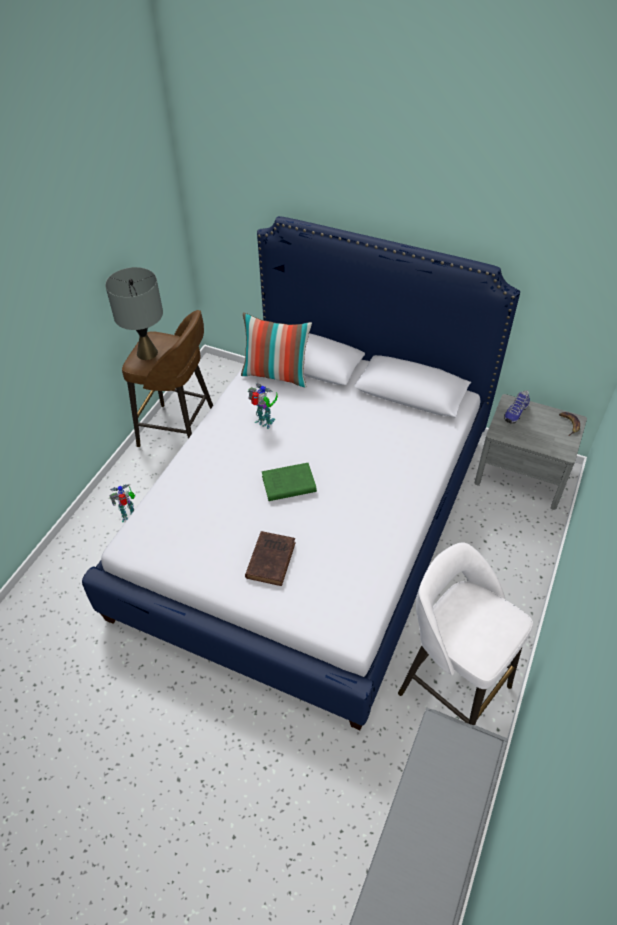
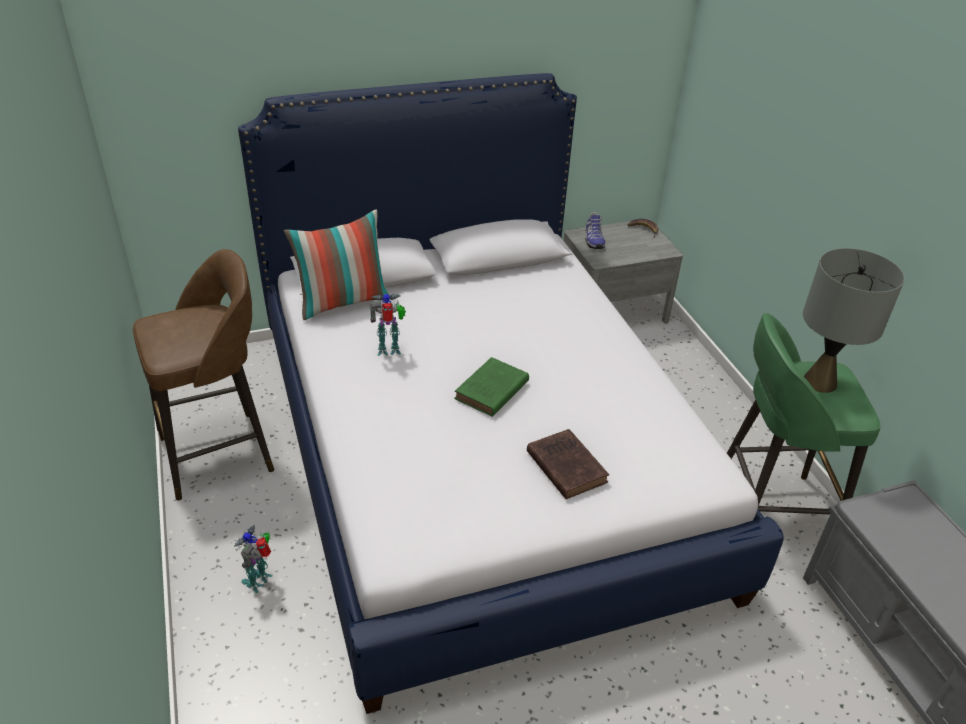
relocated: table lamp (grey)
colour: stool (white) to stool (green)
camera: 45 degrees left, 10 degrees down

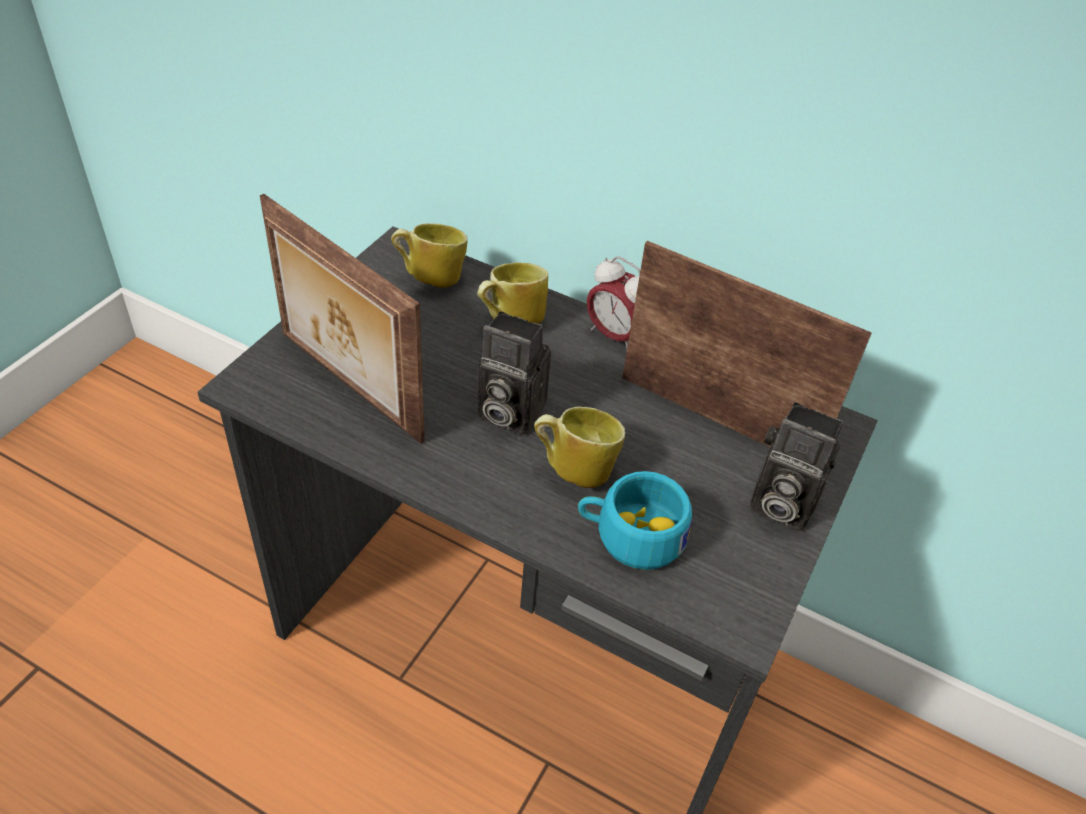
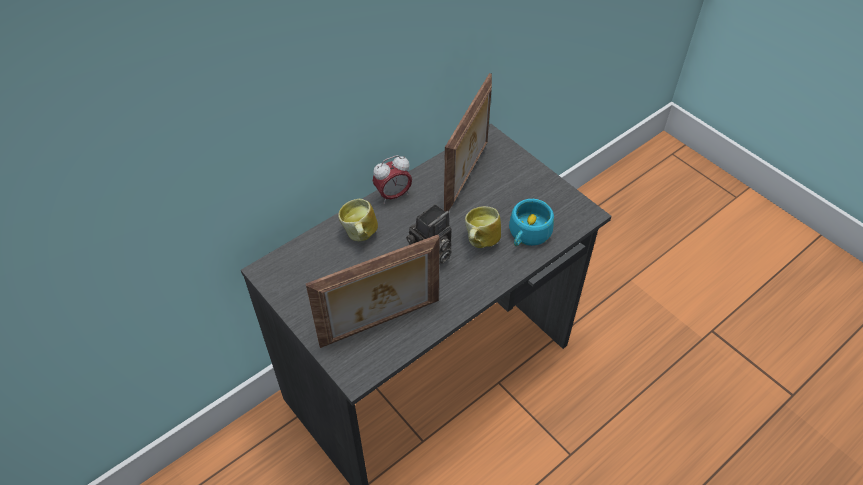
missing: mug (no. 1 from left); photo camera (no. 2 from left)
spun: picture frame (no. 2 from left) 150 degrees clockwise
camera: 65 degrees left, 5 degrees up

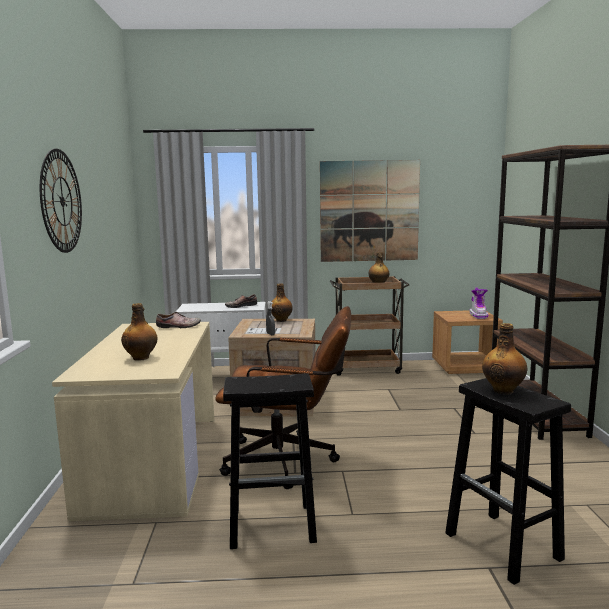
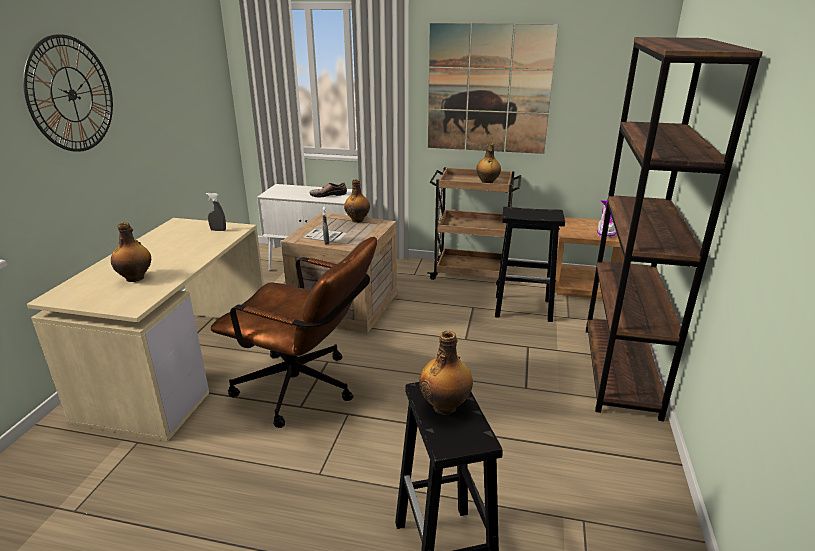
relocated: stool (black) (no. 1 from left in the first image) to stool (black) (no. 2 from left)
exchanged: shoe (no. 1 from left) to spray bottle (grey) (no. 1 from left)
camera: 15 degrees right, 15 degrees up

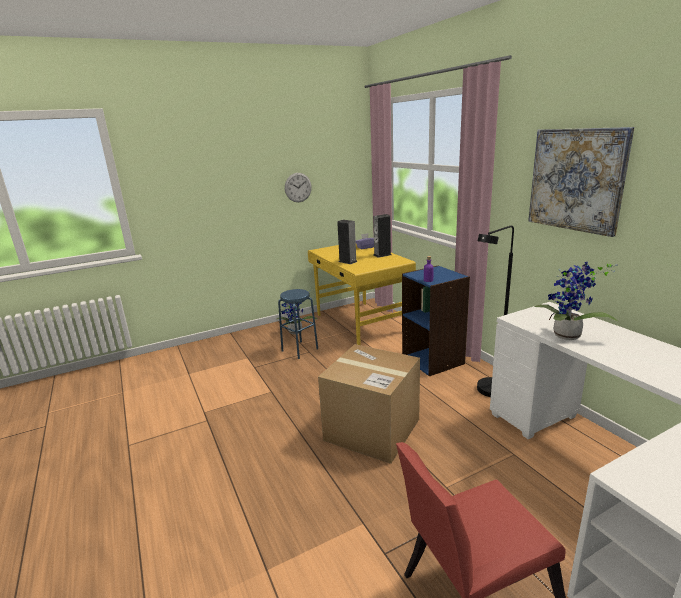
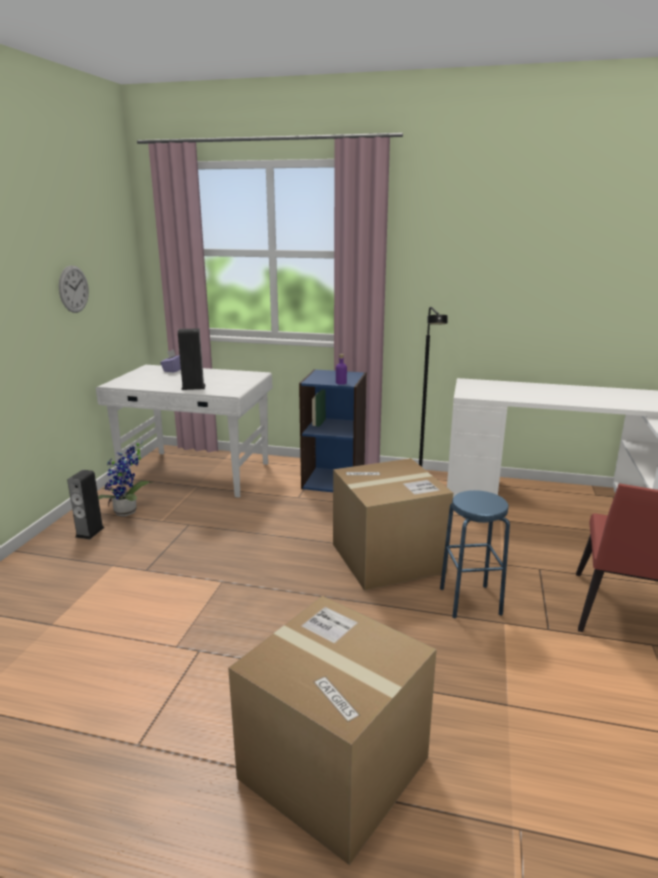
missing: picture; potted plant (no. 2 from left)
appeared: cardboard box (no. 1 from left)
relocated: speaker (no. 2 from left in the first image) to speaker (no. 1 from left); stool (blue)
colour: desk (yellow) to desk (white) (no. 1 from left)
camera: 50 degrees left, 0 degrees up

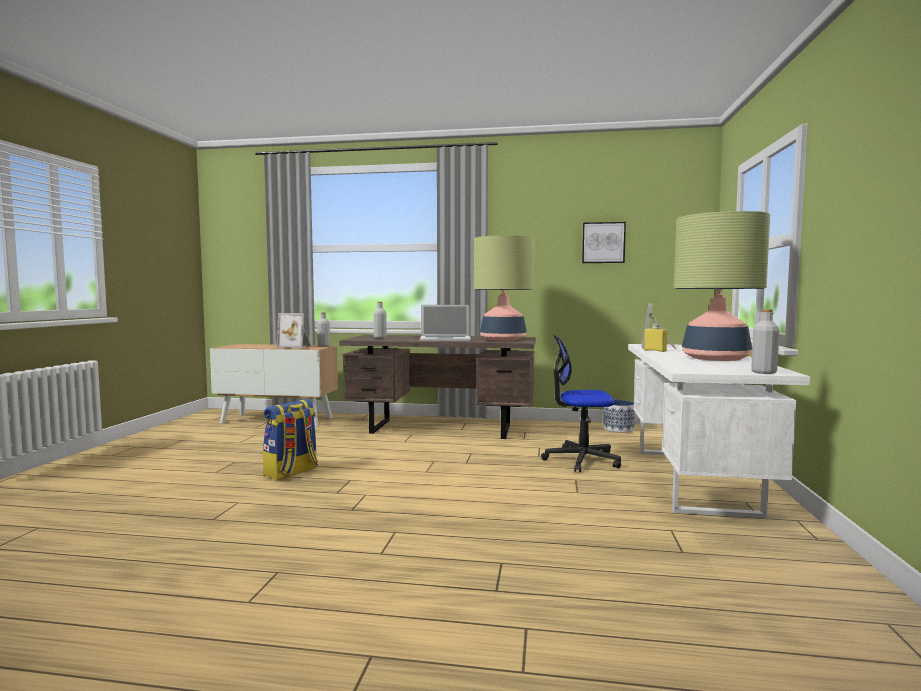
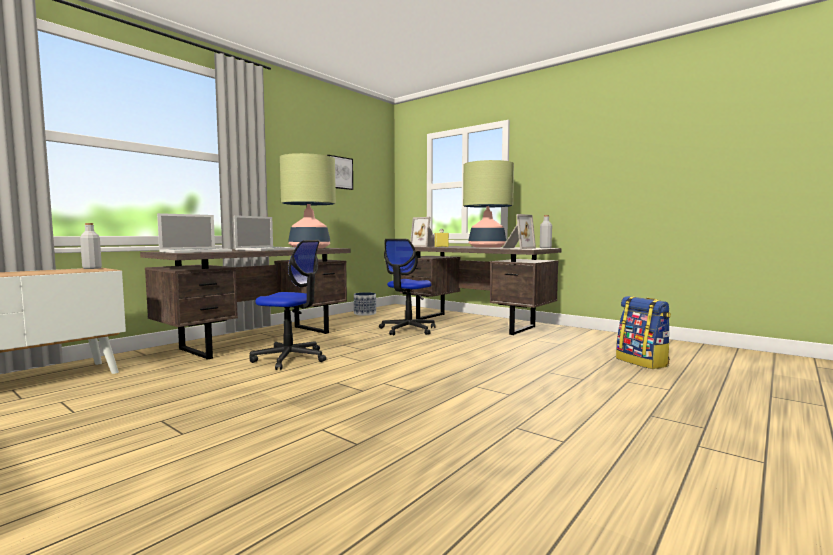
appeared: office chair (no. 1 from left)
relocated: picture frame (no. 1 from left in the first image) to picture frame (no. 2 from left); backpack
exchanged: bottle (grey) (no. 2 from left) to laptop (no. 1 from left)
colour: desk (white) to desk (brown) (no. 2 from left)
camera: 60 degrees left, 0 degrees up

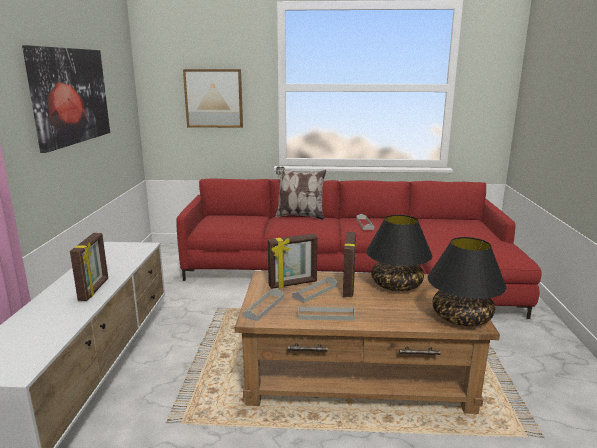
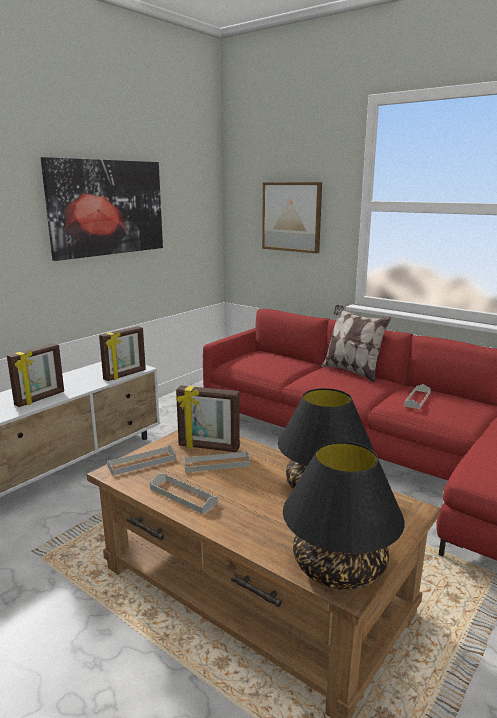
relocated: picture frame (no. 3 from left in the first image) to picture frame (no. 2 from left)
camera: 35 degrees right, 0 degrees up

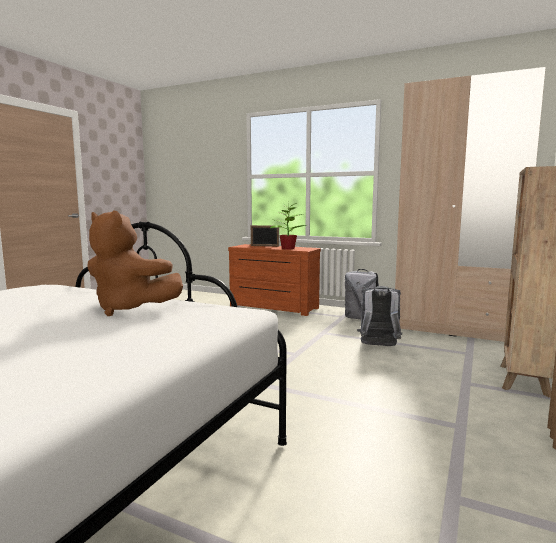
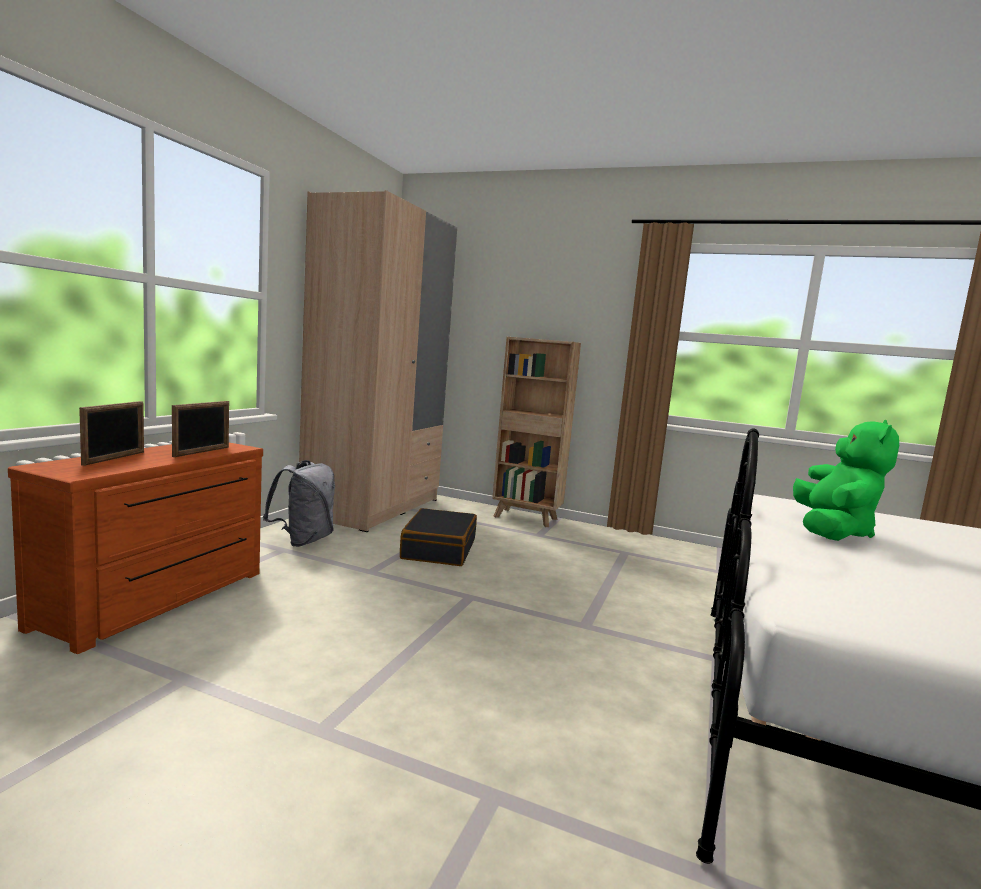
exchanged: potted plant to picture frame (no. 2 from left); backpack (grey) (no. 2 from left) to suitcase (black)
colour: plush toy (brown) to plush toy (green)
camera: 95 degrees left, 0 degrees up

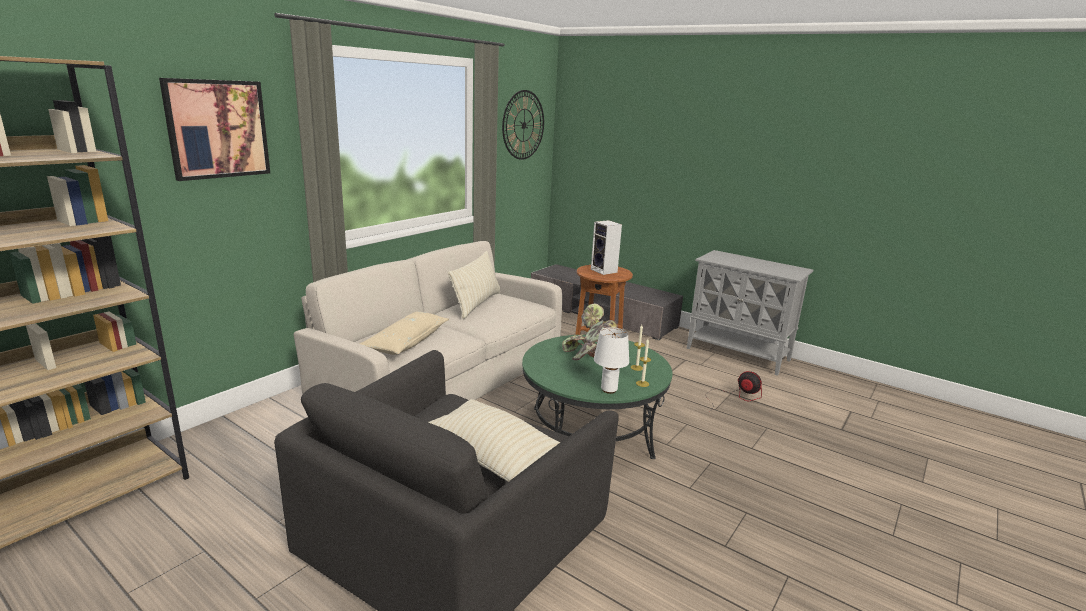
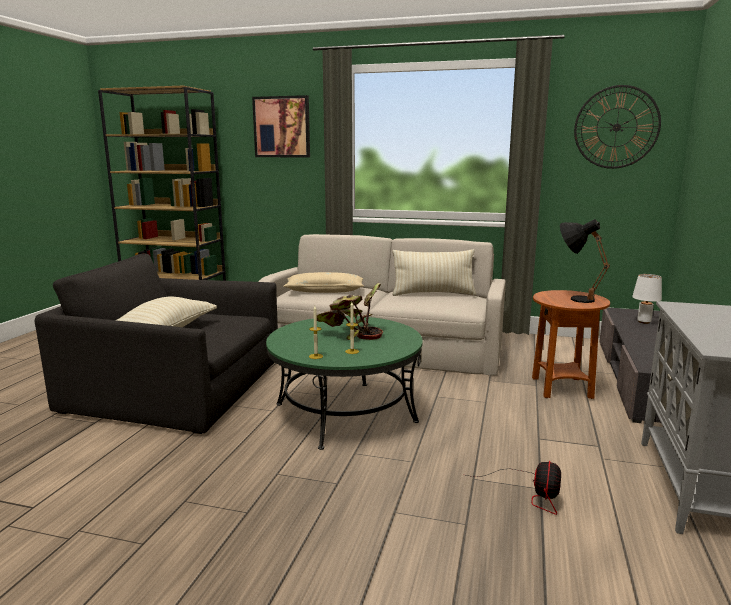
relocated: table lamp (white)
exchanged: speaker to table lamp (black)
camera: 70 degrees right, 5 degrees down

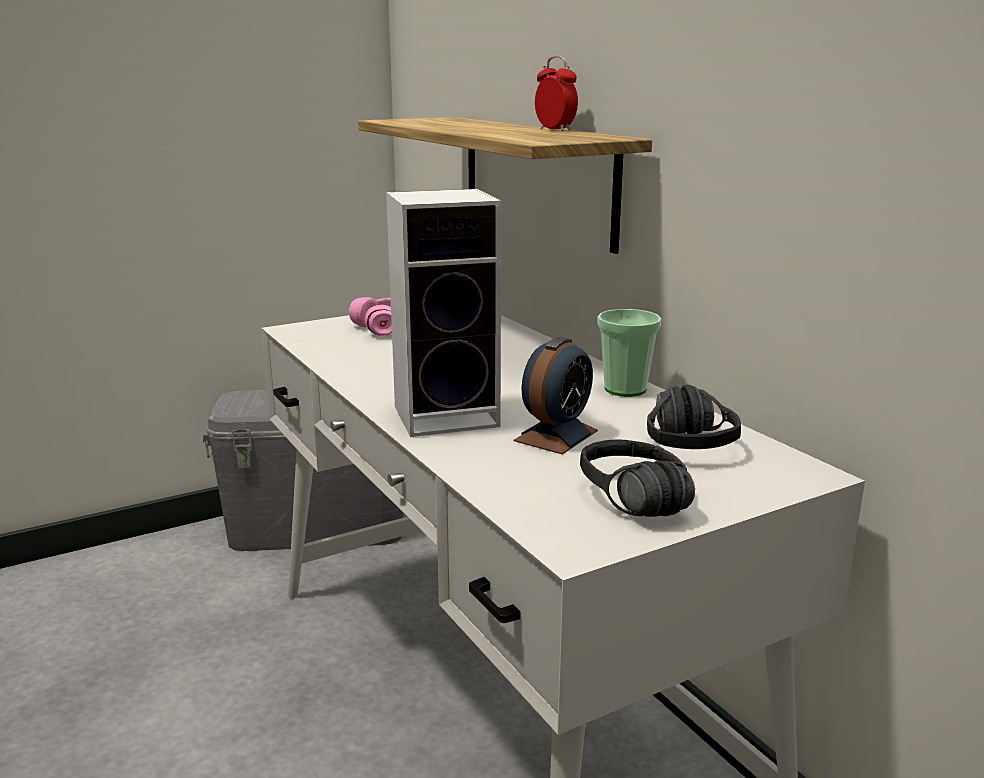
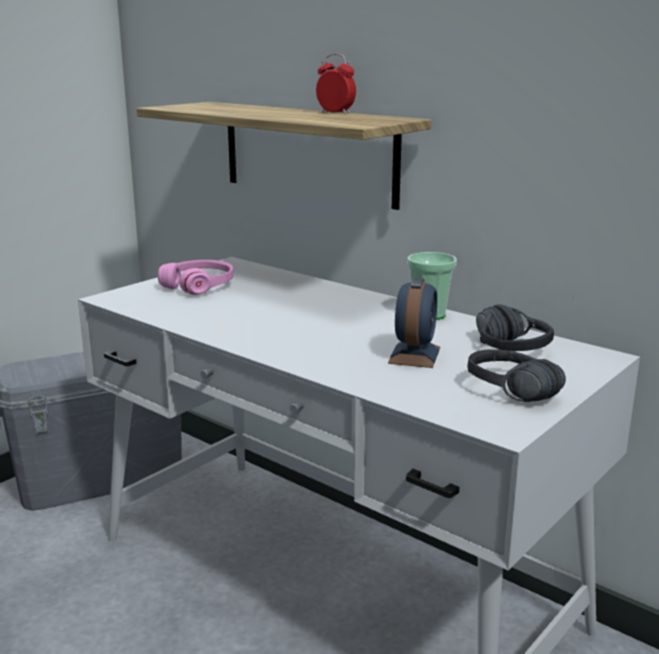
missing: speaker
camera: 20 degrees left, 0 degrees up

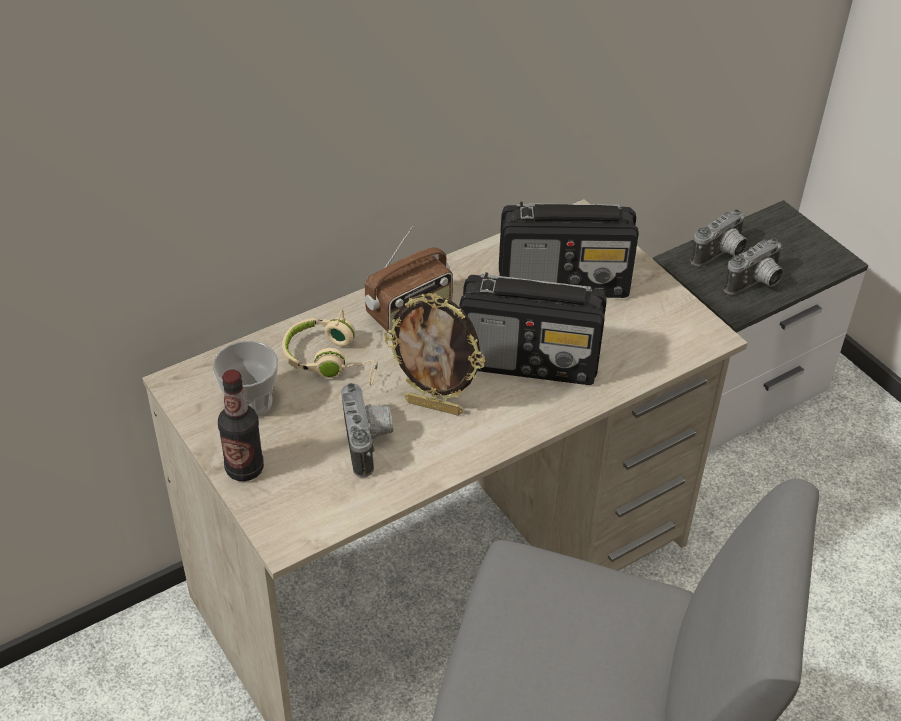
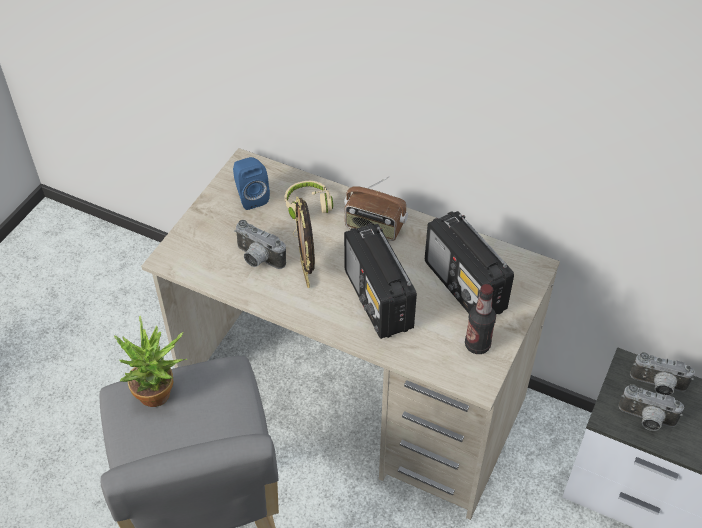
appeared: potted plant
relocated: bottle
exchanged: cup to speaker (blue)
spun: photo camera (no. 1 from left) 75 degrees clockwise
camera: 60 degrees right, 5 degrees up

